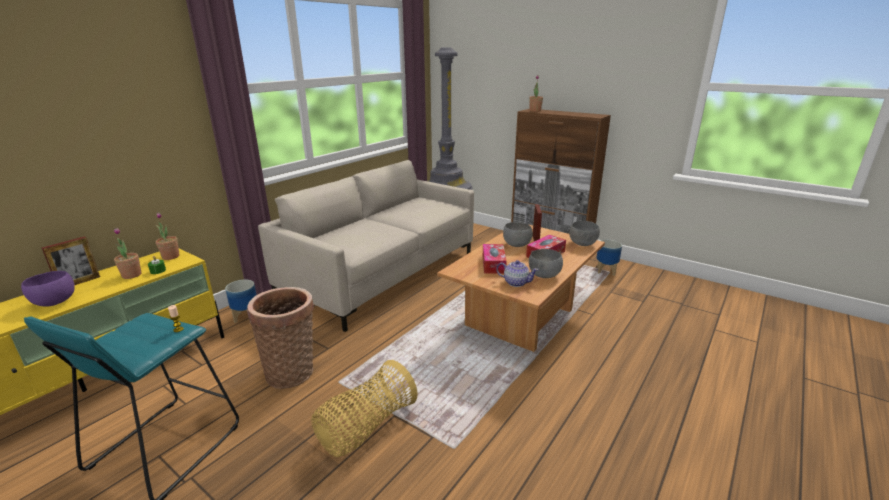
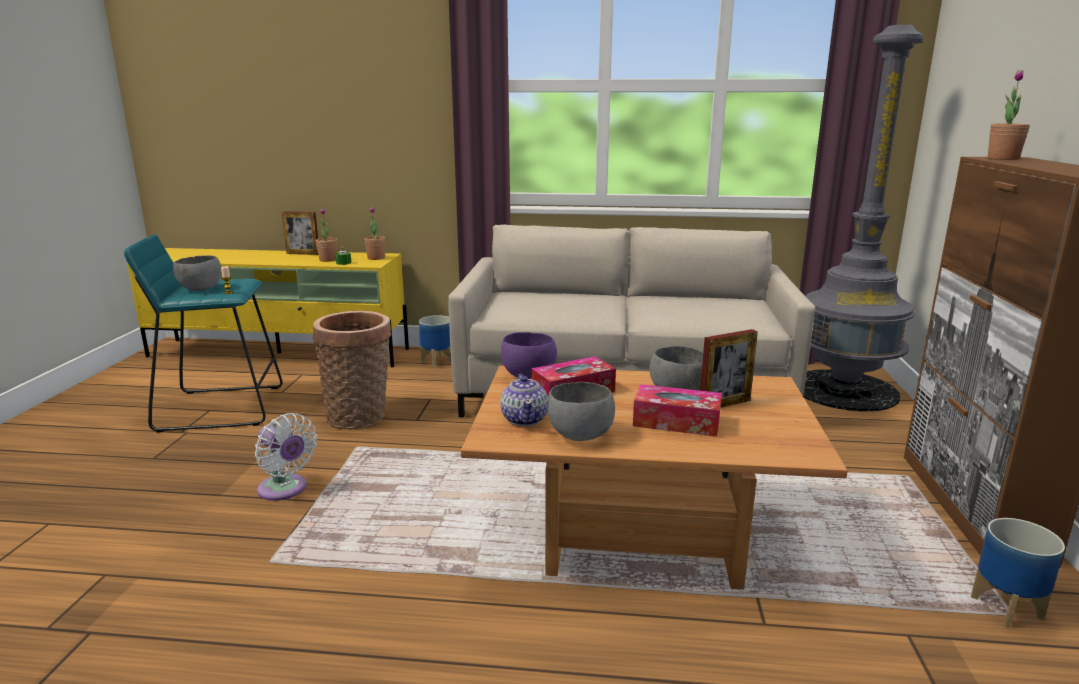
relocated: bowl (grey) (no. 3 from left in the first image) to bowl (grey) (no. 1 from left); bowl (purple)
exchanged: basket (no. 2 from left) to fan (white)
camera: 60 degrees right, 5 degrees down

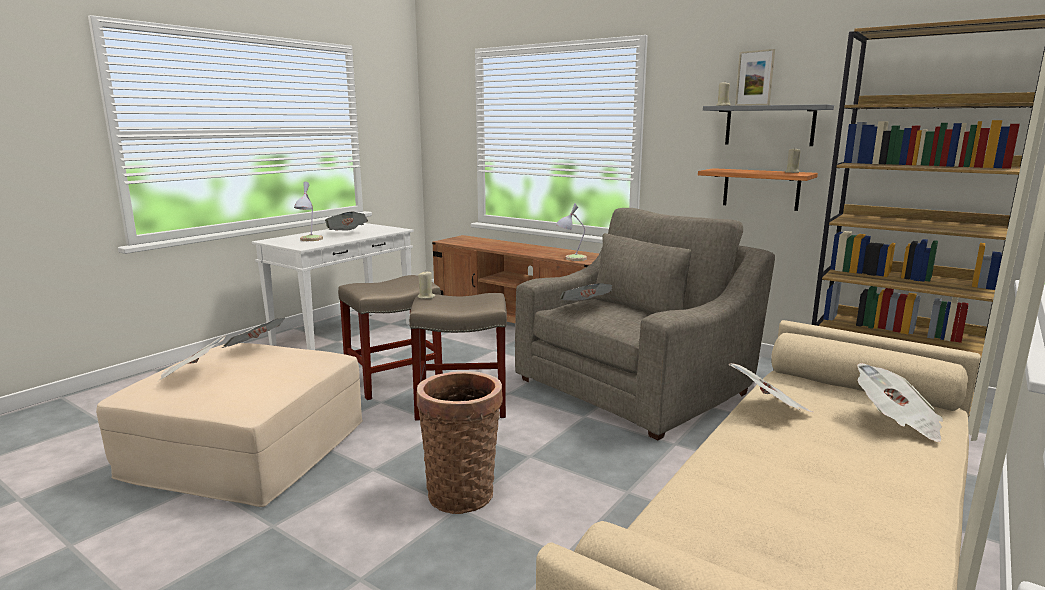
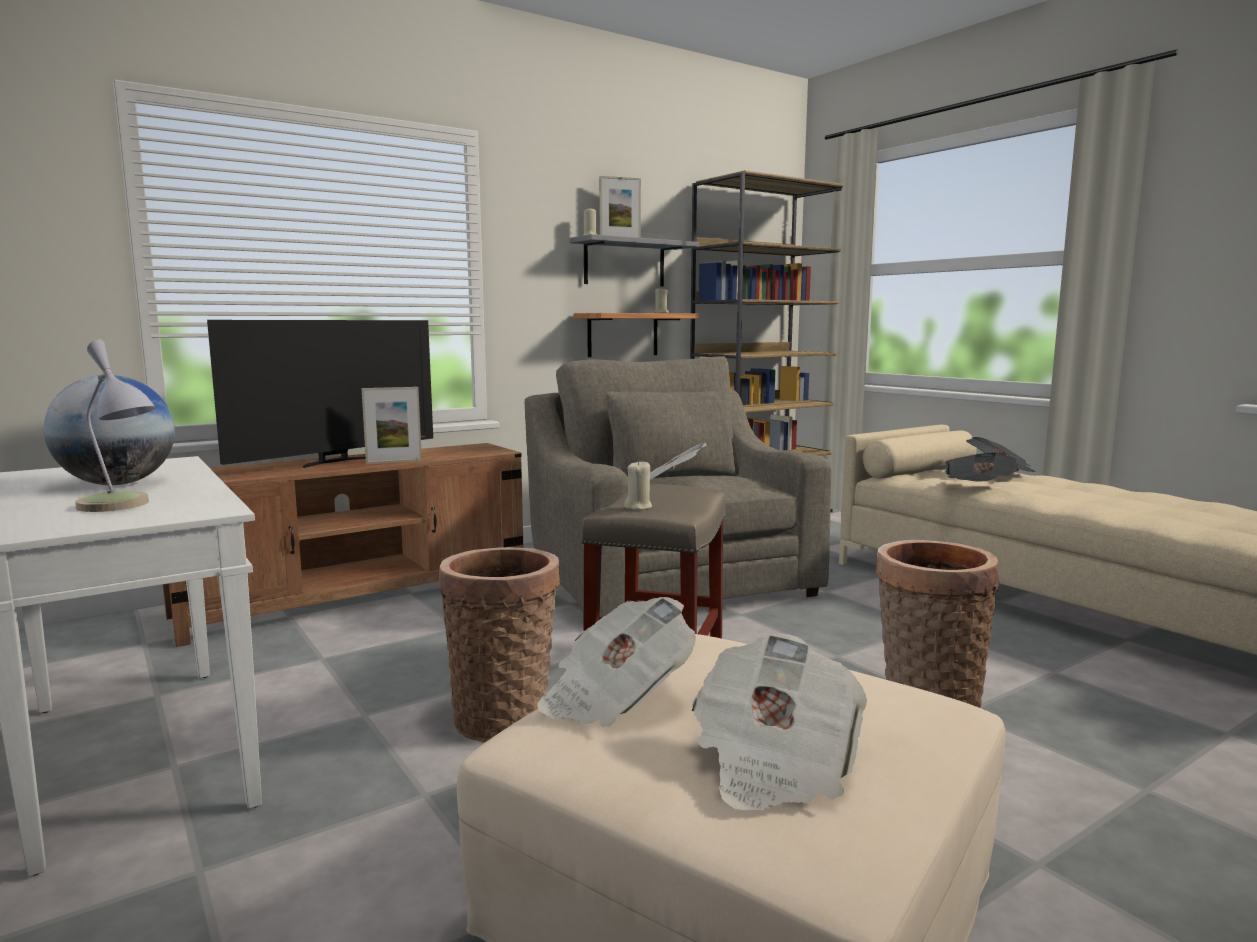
missing: table lamp (no. 2 from left)
appeared: television; picture frame (no. 1 from left)
exchanged: newspaper (no. 3 from left) to globe; stool (beige) (no. 1 from left) to basket (no. 1 from left)
camera: 70 degrees left, 5 degrees down

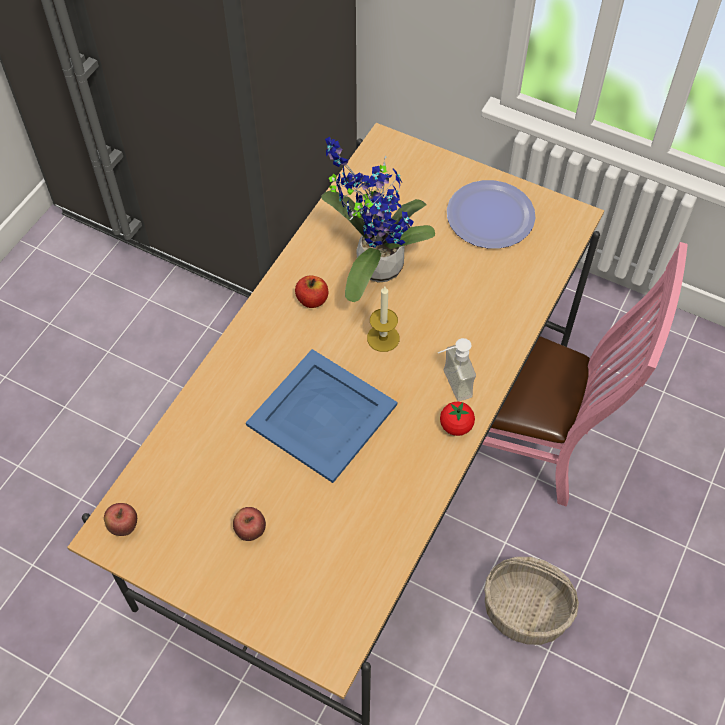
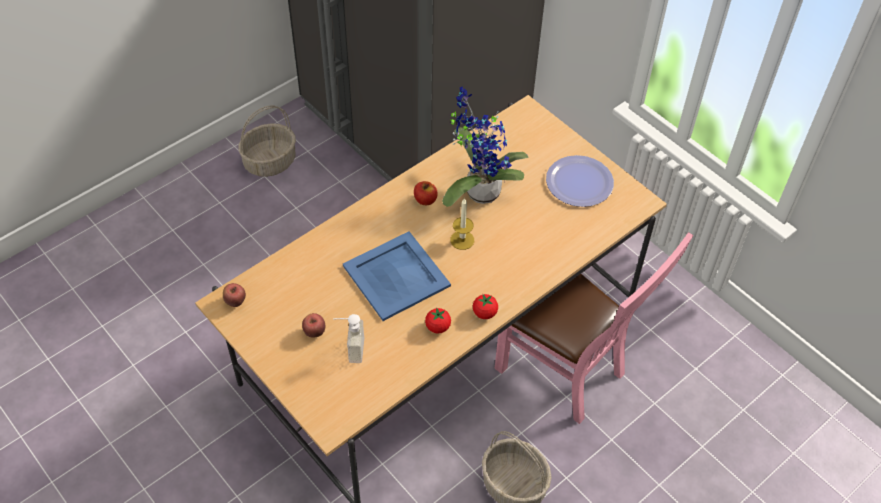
appeared: basket (no. 1 from left); tomato (no. 1 from left)
relocated: soap dispenser
camera: 20 degrees right, 5 degrees down

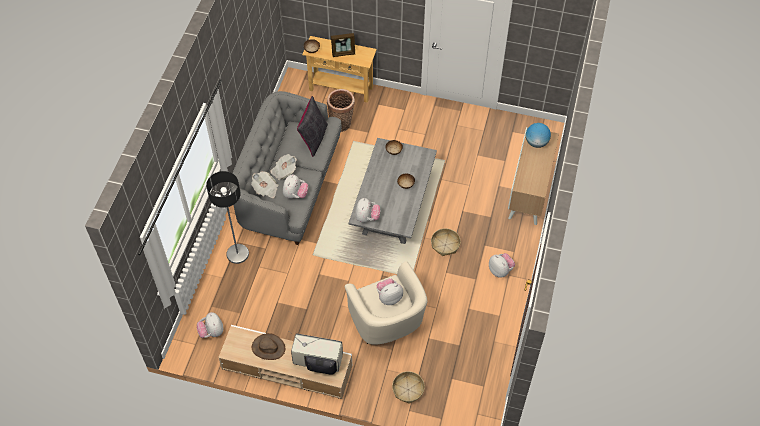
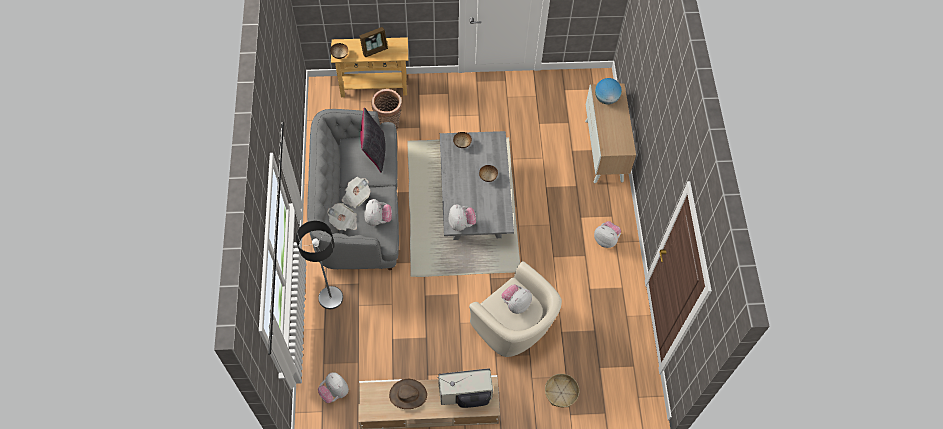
missing: basket (no. 3 from left)
camera: 20 degrees left, 5 degrees up

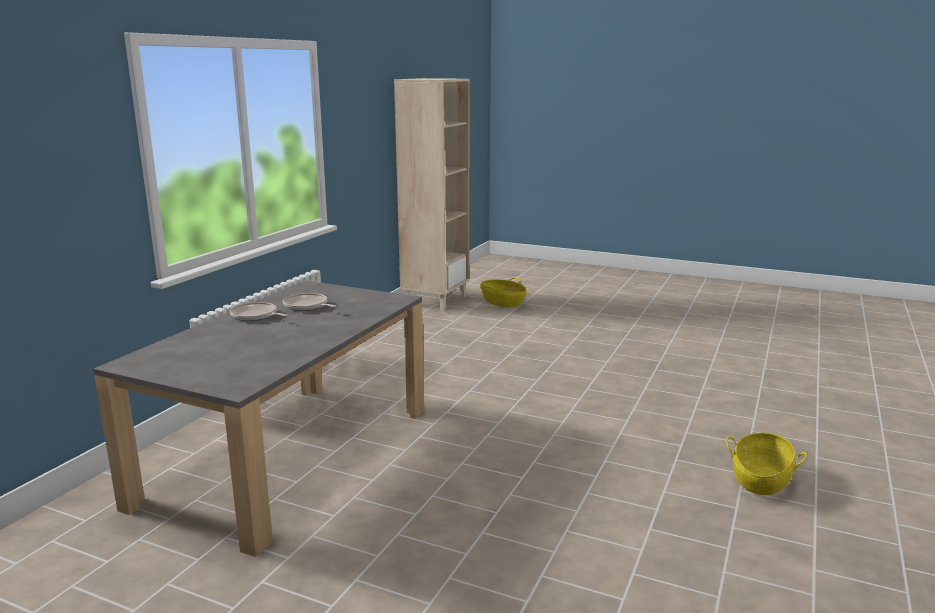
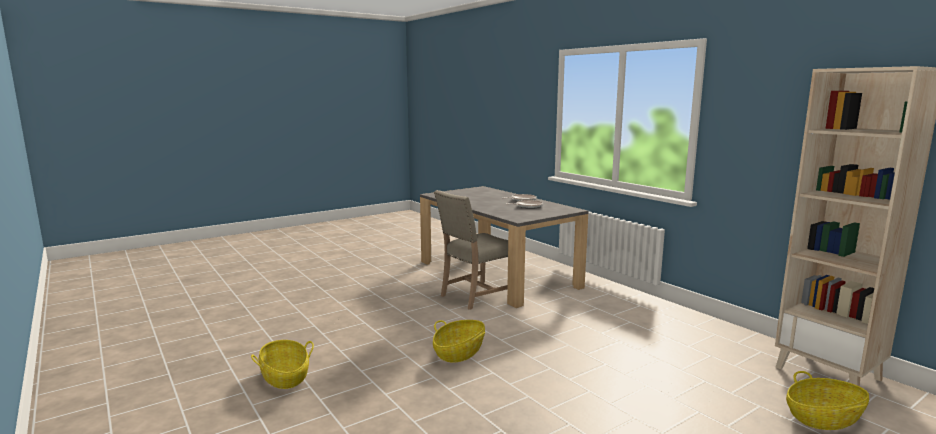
appeared: chair (beige); basket (no. 2 from left)
camera: 120 degrees right, 5 degrees down

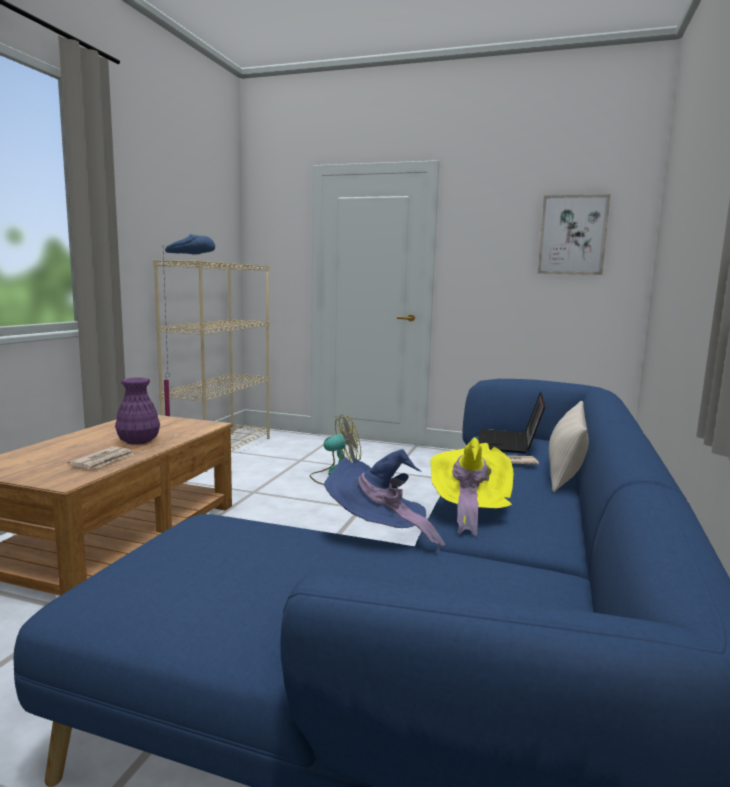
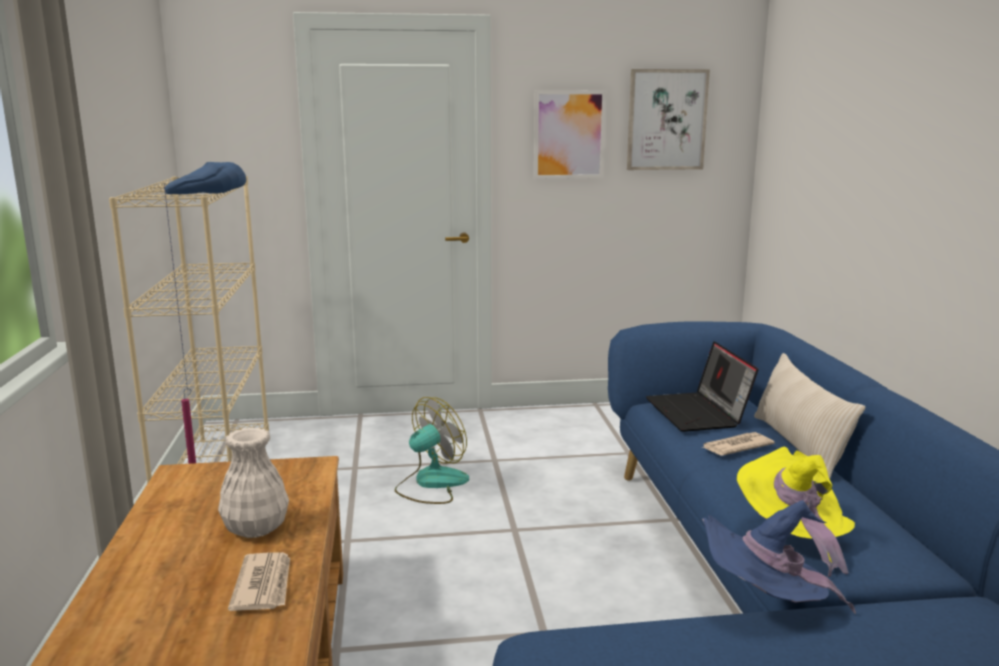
appeared: picture (no. 1 from left)
colour: vase (purple) to vase (white)
camera: 25 degrees left, 5 degrees up

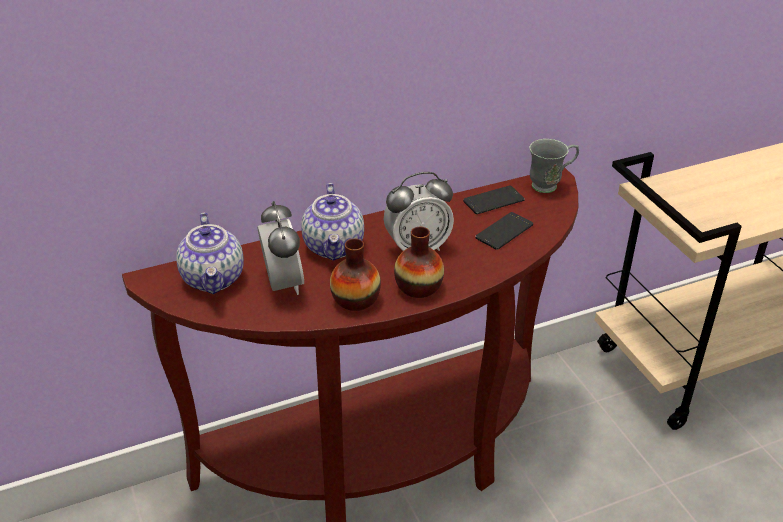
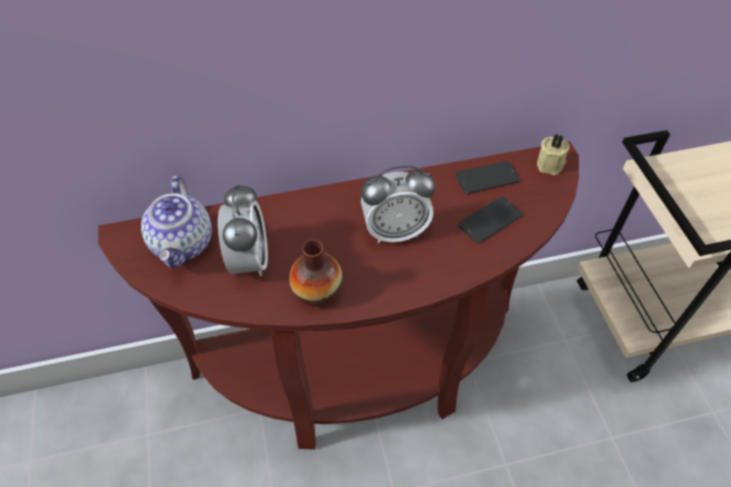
missing: teapot (no. 2 from left); vase (no. 2 from left)
exchanged: mug (grey) to candle (beige)
camera: 10 degrees right, 15 degrees up

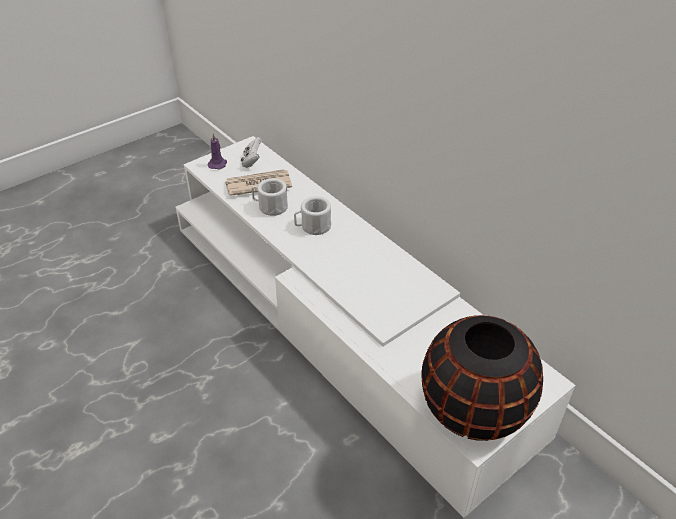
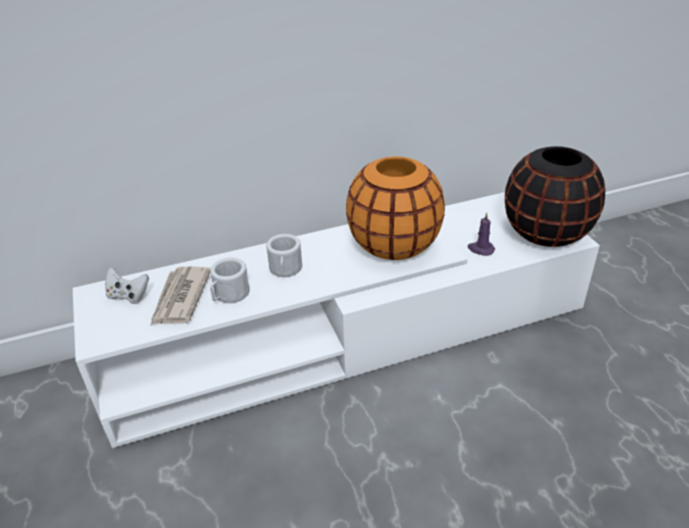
appeared: vase (orange)
relocated: candle (purple)
camera: 70 degrees left, 5 degrees down

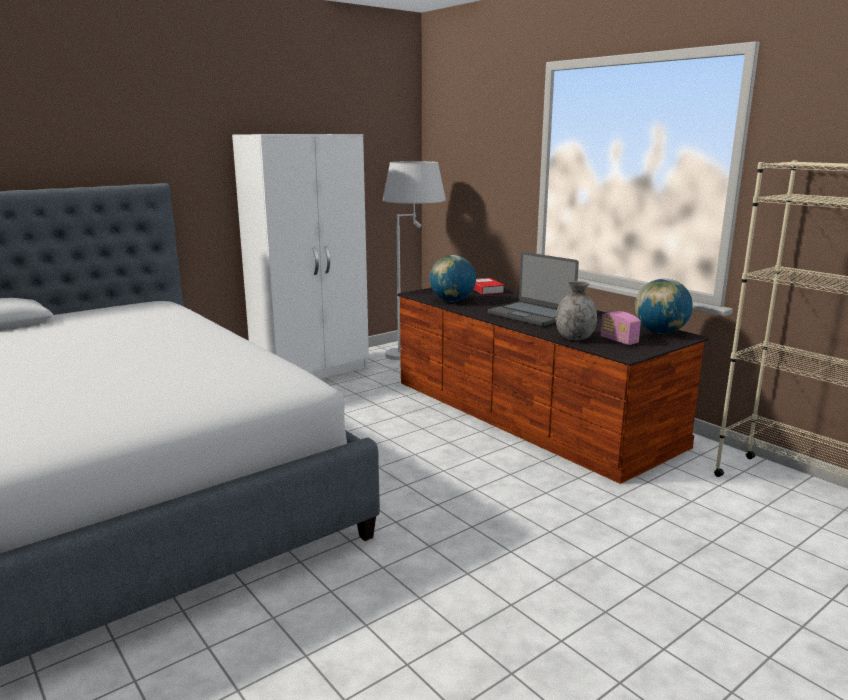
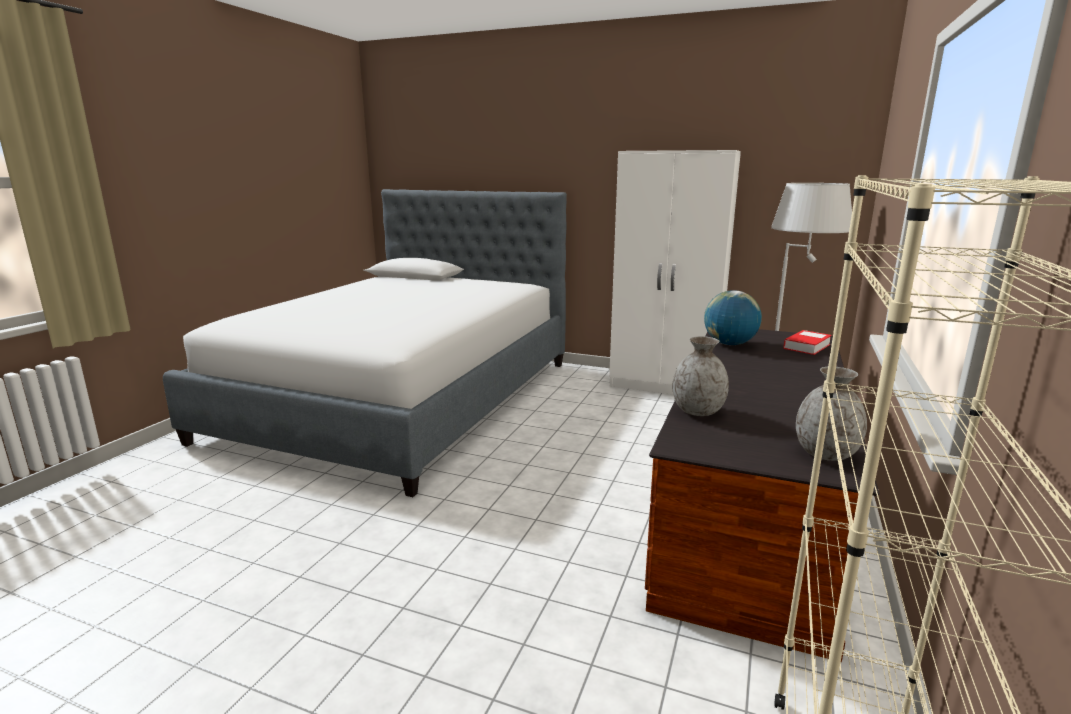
missing: laptop; radio
exchanged: globe (no. 2 from left) to vase (grey) (no. 2 from left)
camera: 60 degrees right, 0 degrees up

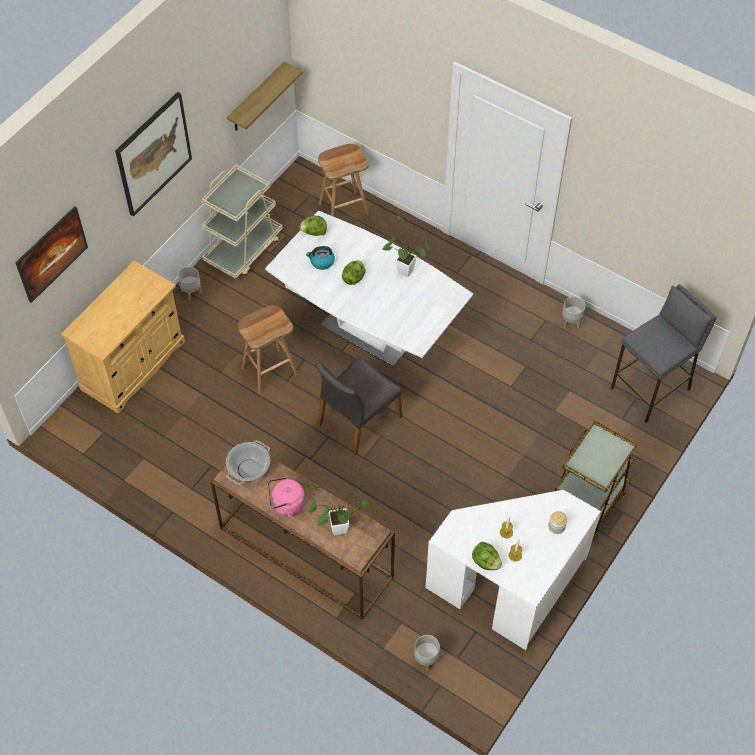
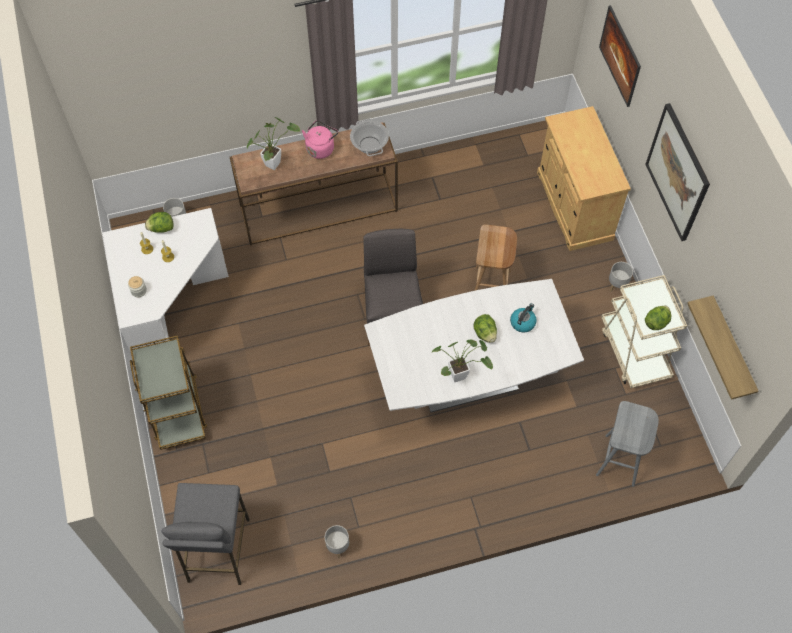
relocated: lettuce (no. 1 from left in the first image) to lettuce (no. 3 from left)
colour: stool (brown) (no. 2 from left) to stool (grey) (no. 2 from left)
camera: 130 degrees right, 5 degrees up

